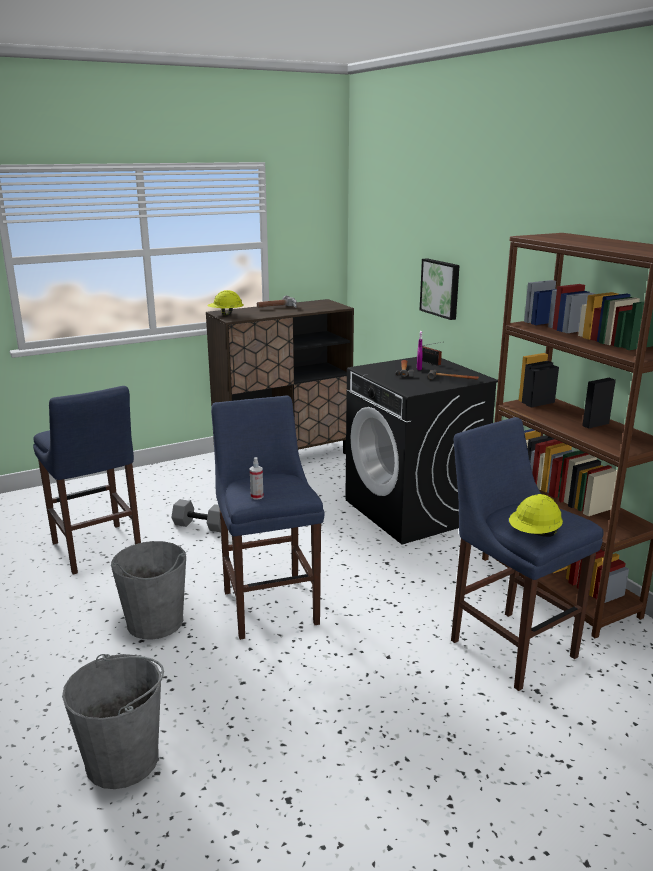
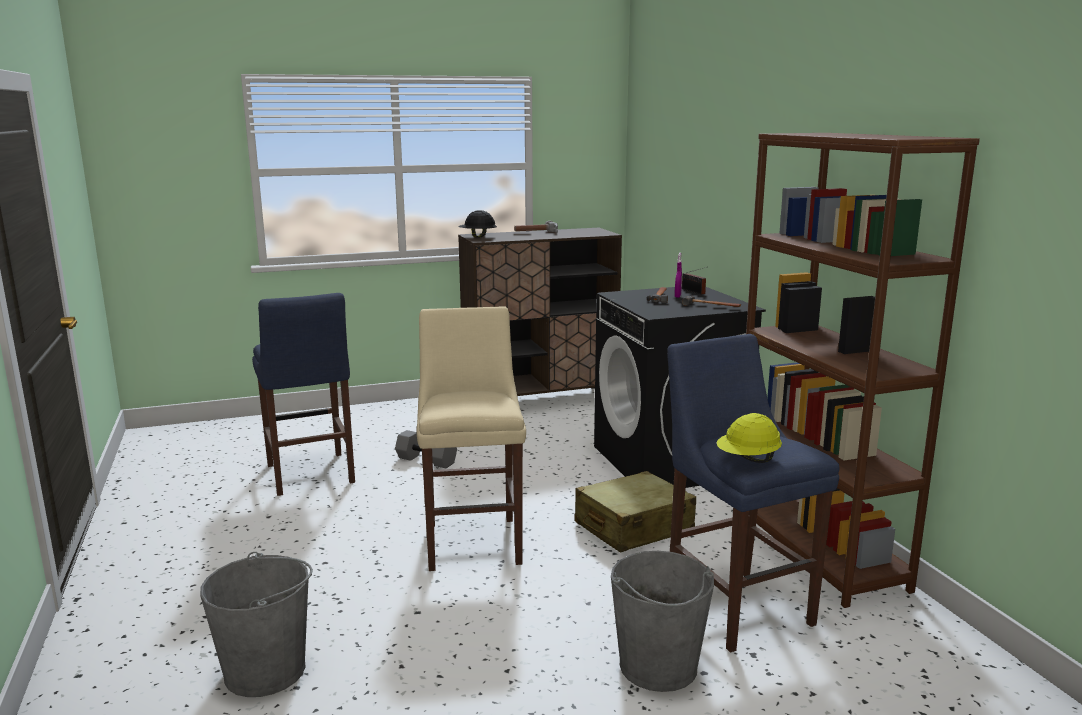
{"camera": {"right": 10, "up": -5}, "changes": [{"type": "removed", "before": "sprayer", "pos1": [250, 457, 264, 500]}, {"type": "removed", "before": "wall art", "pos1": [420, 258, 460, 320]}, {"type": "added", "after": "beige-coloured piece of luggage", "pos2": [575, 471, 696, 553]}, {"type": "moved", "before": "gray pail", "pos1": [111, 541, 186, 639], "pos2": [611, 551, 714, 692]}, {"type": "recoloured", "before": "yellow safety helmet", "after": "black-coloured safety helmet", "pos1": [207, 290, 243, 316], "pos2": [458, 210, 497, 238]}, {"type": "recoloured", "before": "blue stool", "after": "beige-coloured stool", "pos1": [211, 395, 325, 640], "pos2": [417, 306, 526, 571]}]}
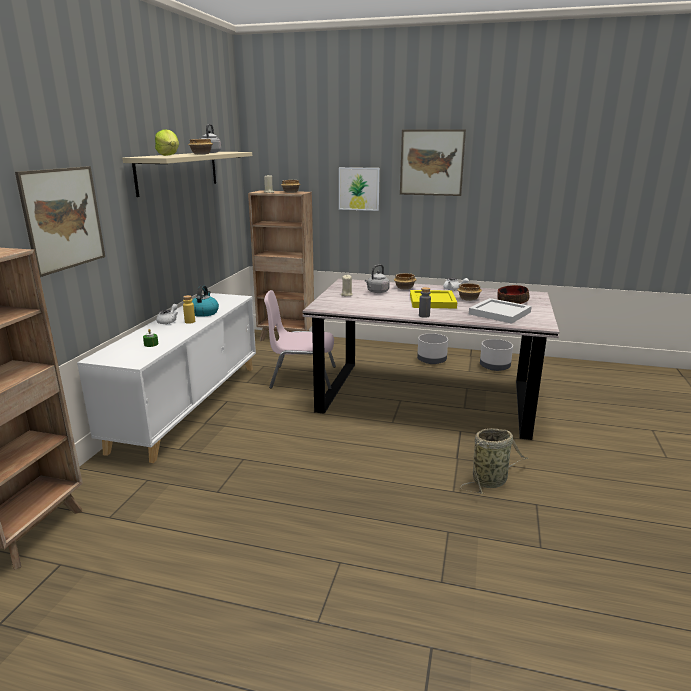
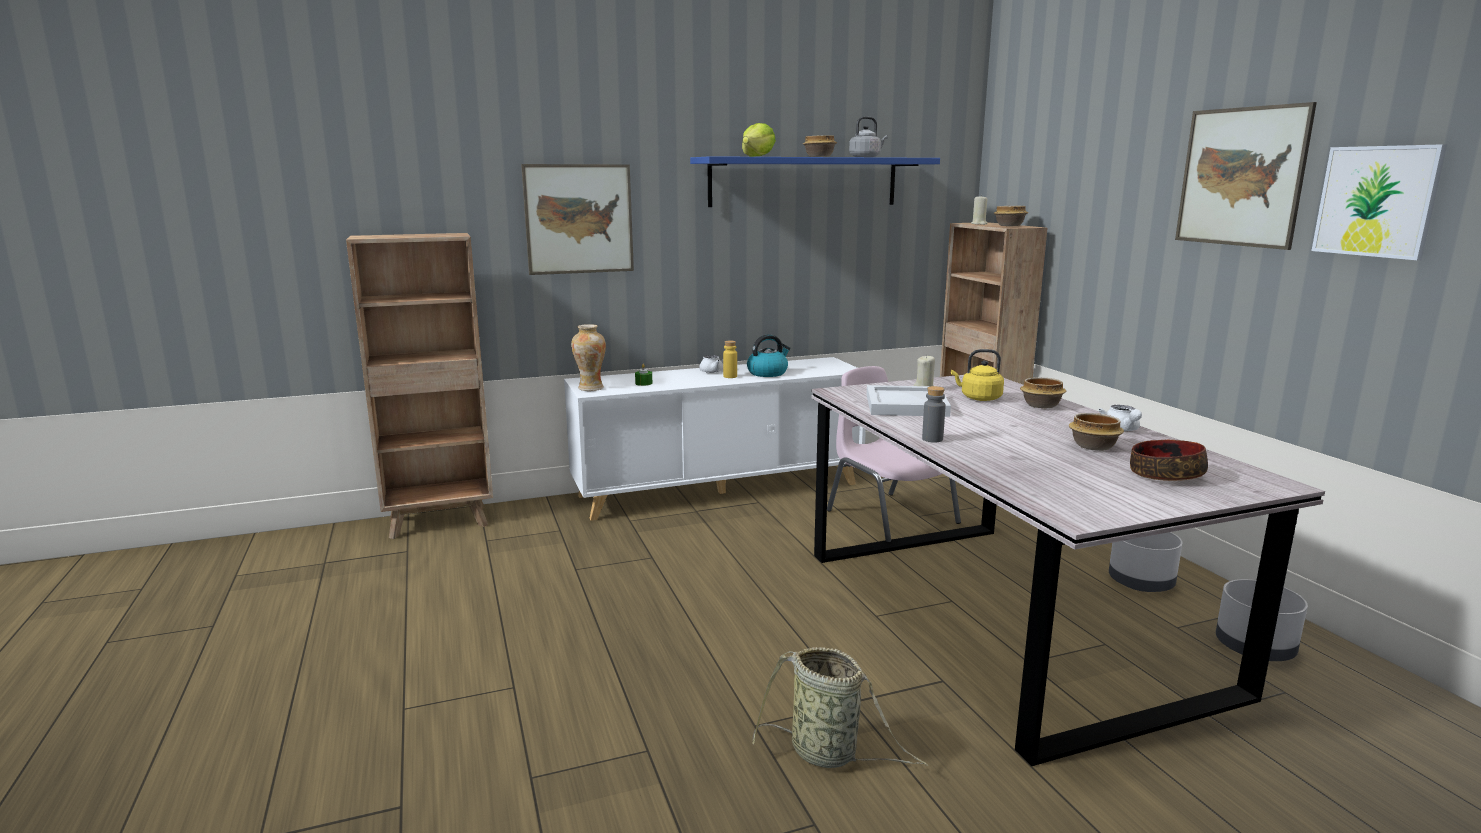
{"camera": {"right": 55, "up": -5}, "changes": [{"type": "removed", "before": "yellow carrying tray", "pos1": [410, 290, 457, 308]}, {"type": "added", "after": "vase", "pos2": [571, 324, 606, 391]}, {"type": "moved", "before": "wall art", "pos1": [339, 167, 380, 211], "pos2": [1312, 144, 1447, 260]}, {"type": "moved", "before": "white carrying tray", "pos1": [469, 298, 532, 324], "pos2": [867, 385, 951, 417]}, {"type": "recoloured", "before": "beige-coloured shelf", "after": "blue shelf", "pos1": [122, 152, 252, 197], "pos2": [690, 156, 940, 207]}, {"type": "recoloured", "before": "gray tea kettle", "after": "yellow tea kettle", "pos1": [365, 264, 390, 293], "pos2": [951, 349, 1004, 401]}]}
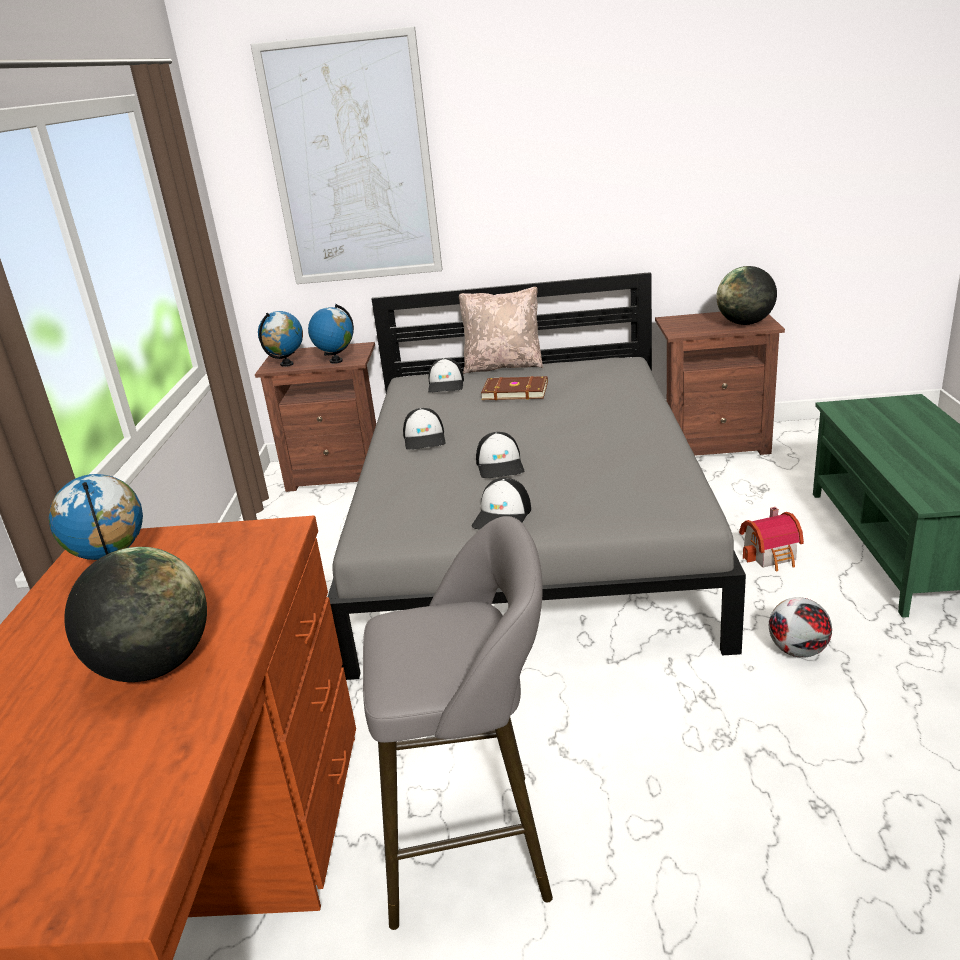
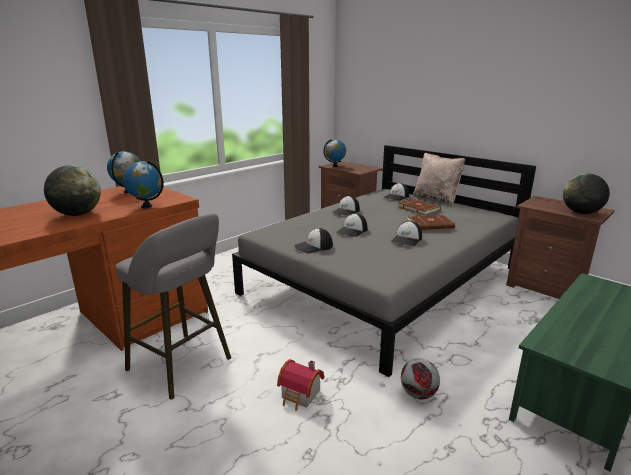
{"camera": {"right": 40, "up": -5}, "changes": [{"type": "removed", "before": "wall art", "pos1": [251, 26, 442, 284]}, {"type": "added", "after": "cap", "pos2": [391, 221, 422, 246]}, {"type": "added", "after": "brownish book", "pos2": [408, 215, 455, 230]}, {"type": "moved", "before": "globe", "pos1": [308, 304, 354, 364], "pos2": [123, 160, 164, 208]}, {"type": "moved", "before": "miniature house", "pos1": [739, 507, 804, 572], "pos2": [277, 359, 325, 411]}]}
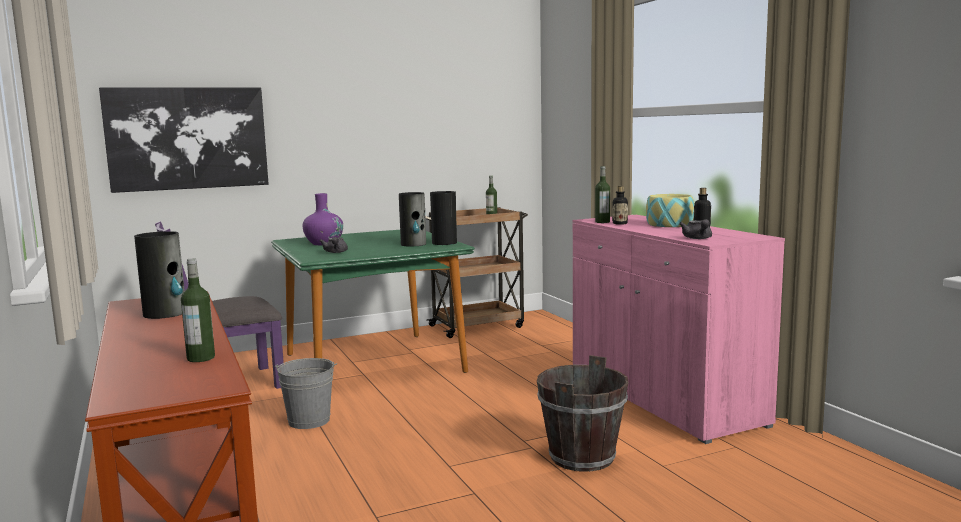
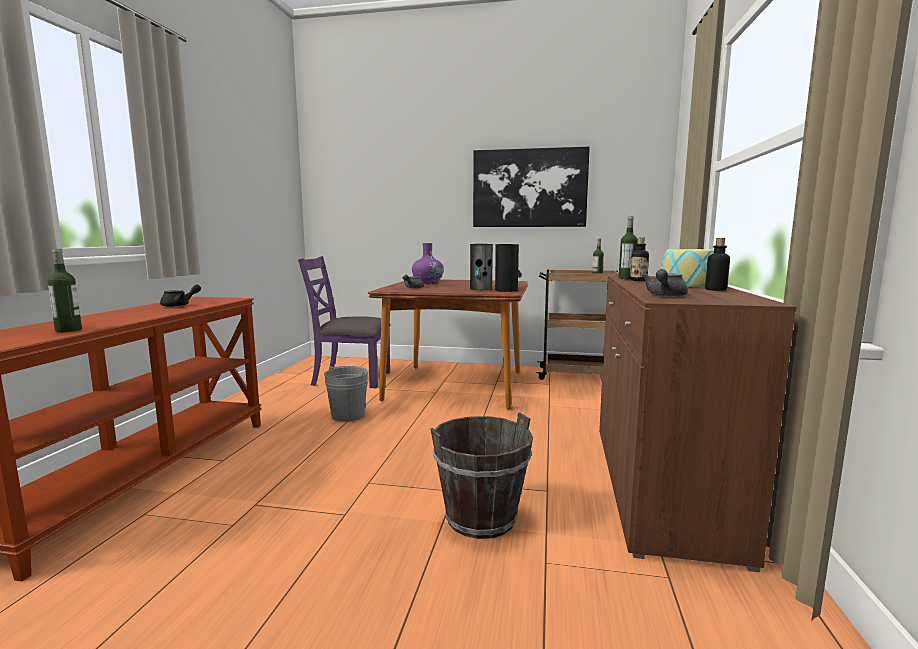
{"camera": {"right": 35, "up": 0}, "changes": [{"type": "moved", "before": "wall art", "pos1": [99, 87, 268, 193], "pos2": [473, 147, 590, 227]}, {"type": "replaced", "before": "vase", "after": "black-coloured pot for tea", "pos1": [134, 231, 184, 319], "pos2": [160, 284, 201, 307]}, {"type": "recoloured", "before": "greenish dinner table", "after": "brownish dinner table", "pos1": [271, 230, 475, 373], "pos2": [368, 279, 528, 410]}, {"type": "recoloured", "before": "pink storage cabinet", "after": "brownish storage cabinet", "pos1": [573, 215, 785, 444], "pos2": [599, 276, 796, 572]}]}
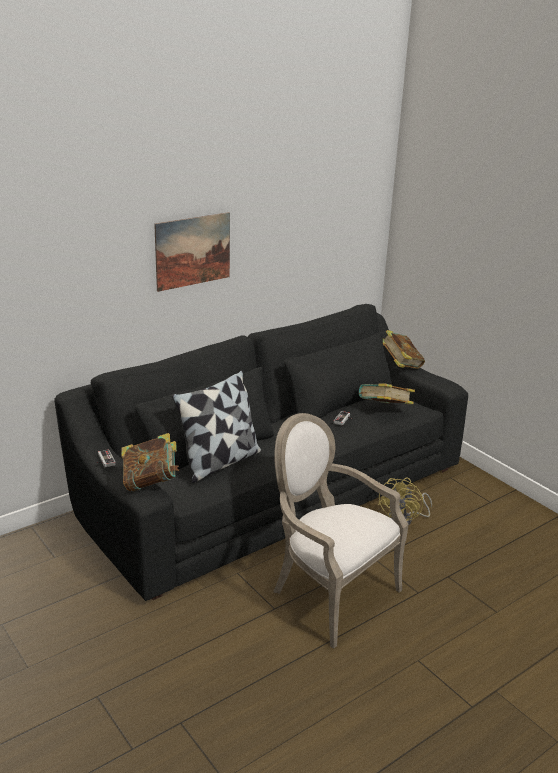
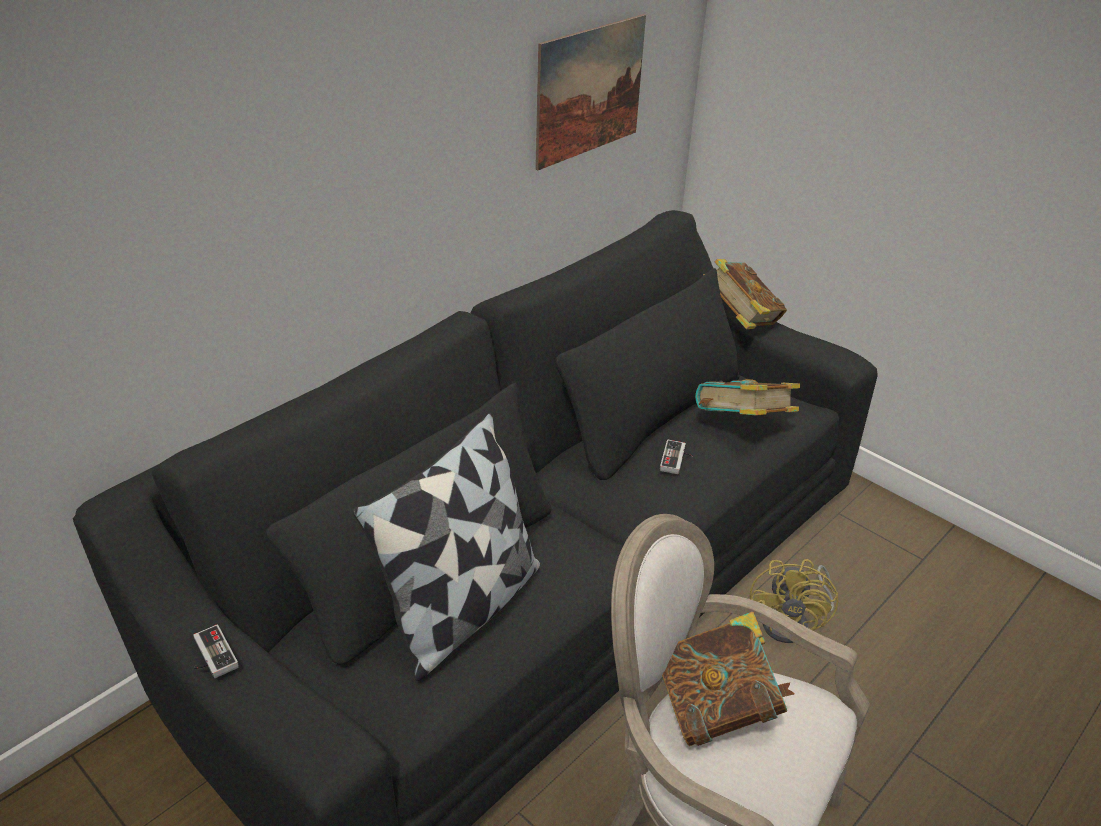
{"camera": {"right": -10, "up": 10}, "changes": [{"type": "moved", "before": "book", "pos1": [121, 433, 180, 491], "pos2": [662, 612, 795, 746]}, {"type": "moved", "before": "wall art", "pos1": [154, 212, 230, 292], "pos2": [535, 14, 646, 170]}]}
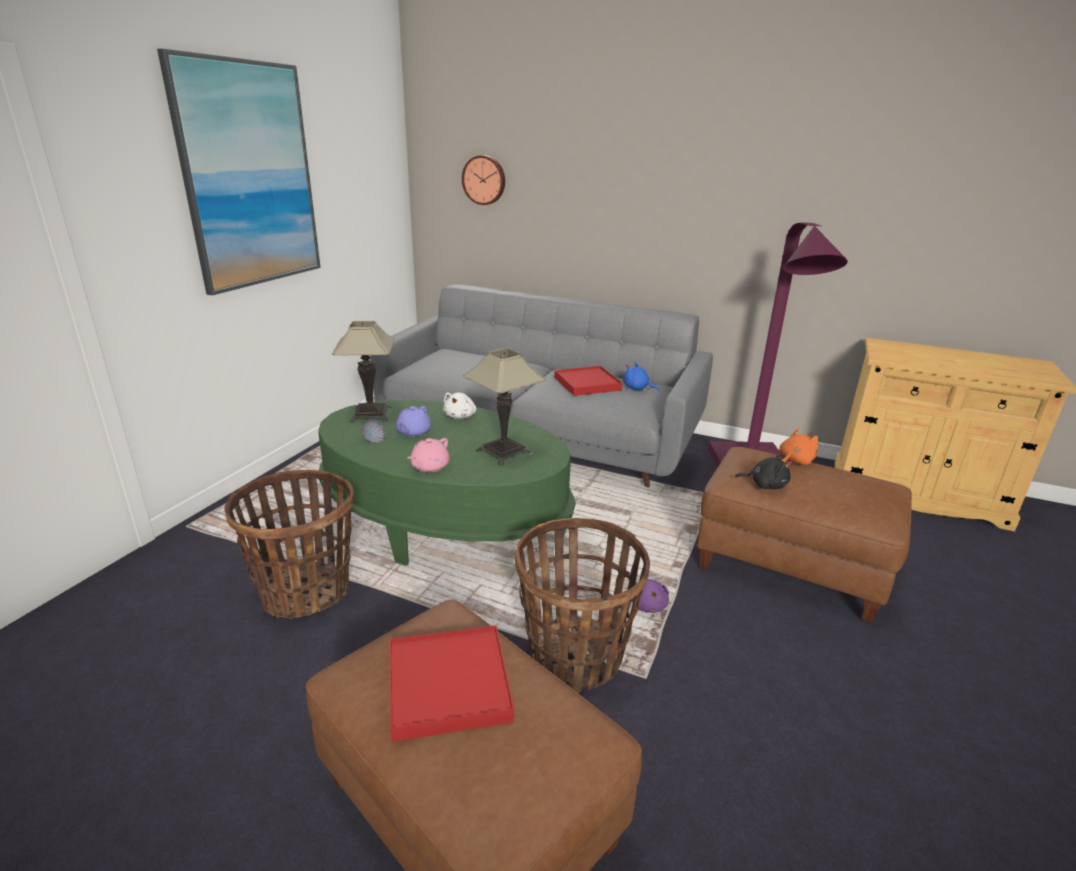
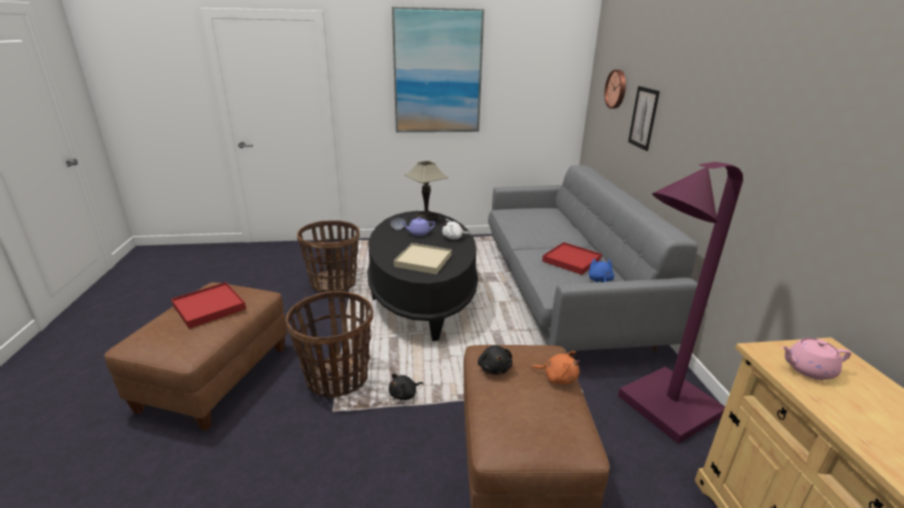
{"camera": {"right": 60, "up": 0}, "changes": [{"type": "added", "after": "wall art", "pos2": [628, 86, 660, 151]}, {"type": "moved", "before": "pink pot for tea", "pos1": [408, 438, 449, 472], "pos2": [782, 338, 851, 380]}, {"type": "replaced", "before": "lamp for a table", "after": "beige-coloured carrying tray", "pos1": [463, 348, 546, 466], "pos2": [394, 243, 452, 274]}, {"type": "recoloured", "before": "greenish low table", "after": "black-coloured low table", "pos1": [318, 400, 576, 566], "pos2": [367, 211, 478, 341]}, {"type": "recoloured", "before": "purplish soft toy", "after": "black-coloured soft toy", "pos1": [631, 579, 669, 613], "pos2": [389, 374, 424, 400]}]}
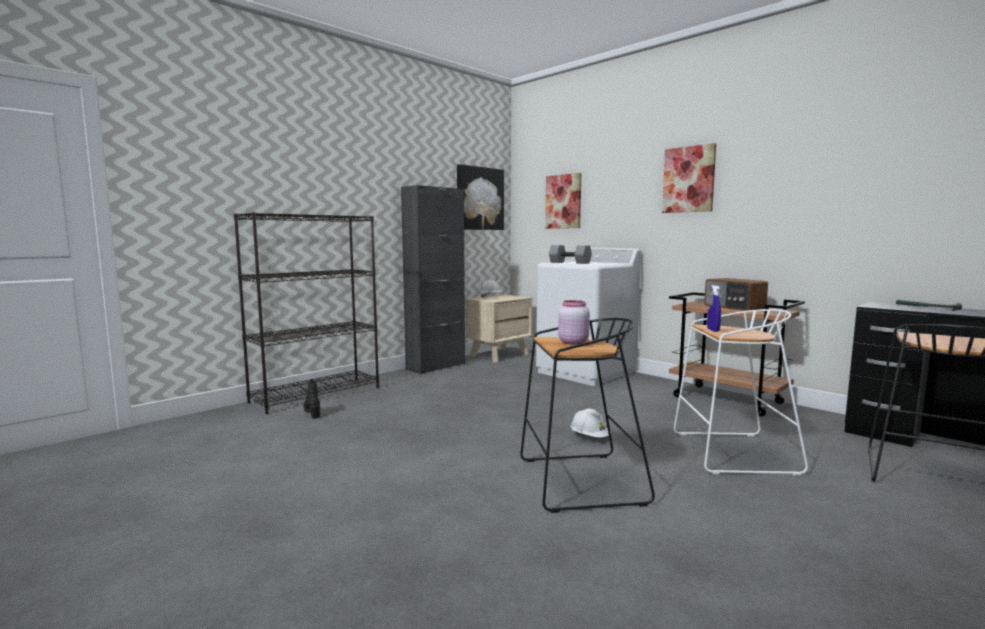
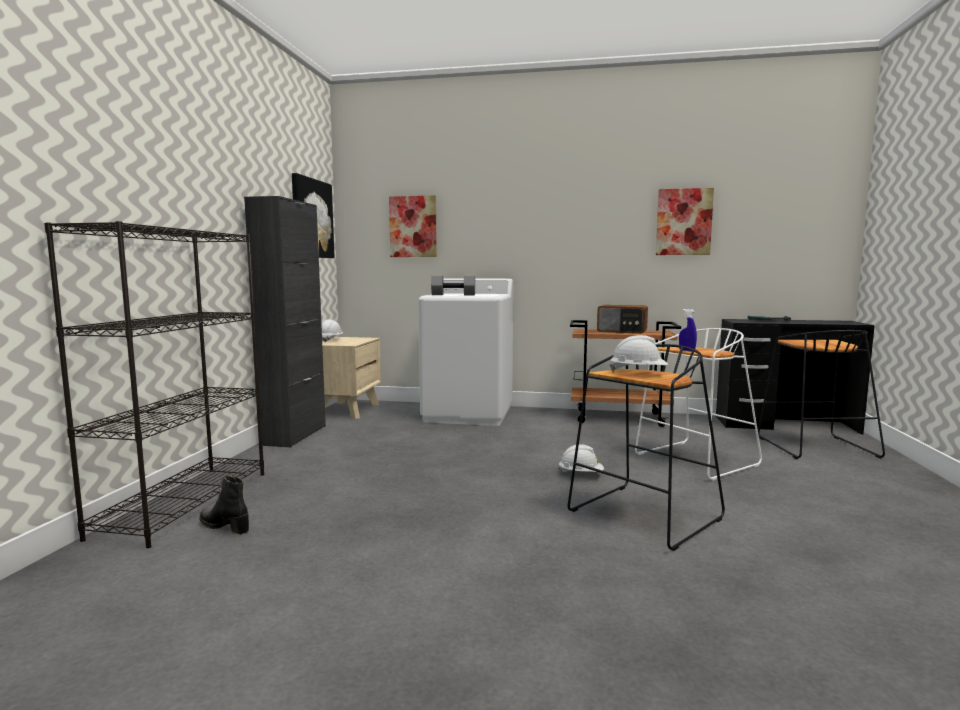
{"camera": {"right": -35, "up": 0}, "changes": [{"type": "moved", "before": "wall art", "pos1": [662, 143, 716, 213], "pos2": [656, 188, 714, 255]}, {"type": "replaced", "before": "pink storage jar", "after": "white safety helmet", "pos1": [558, 300, 590, 345], "pos2": [610, 335, 668, 372]}]}
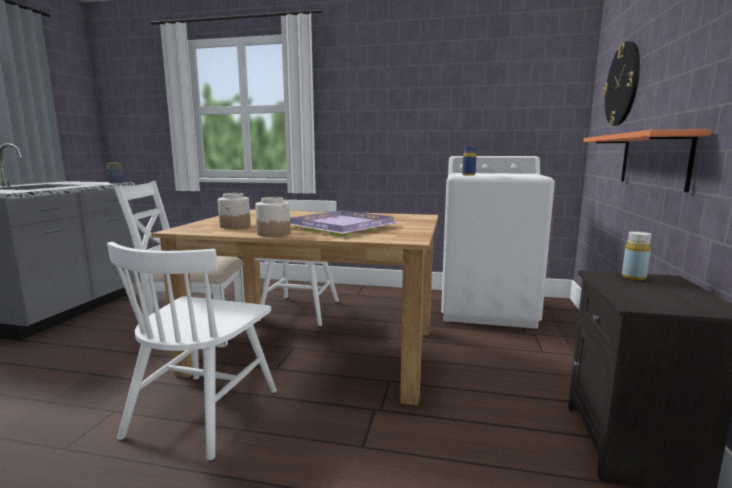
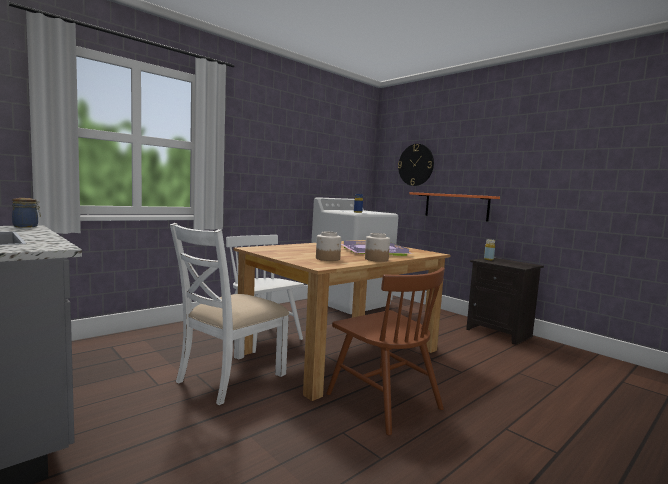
{"camera": {"right": -55, "up": -5}, "changes": [{"type": "recoloured", "before": "white chair", "after": "brownish chair", "pos1": [107, 242, 277, 460], "pos2": [326, 267, 445, 435]}]}
